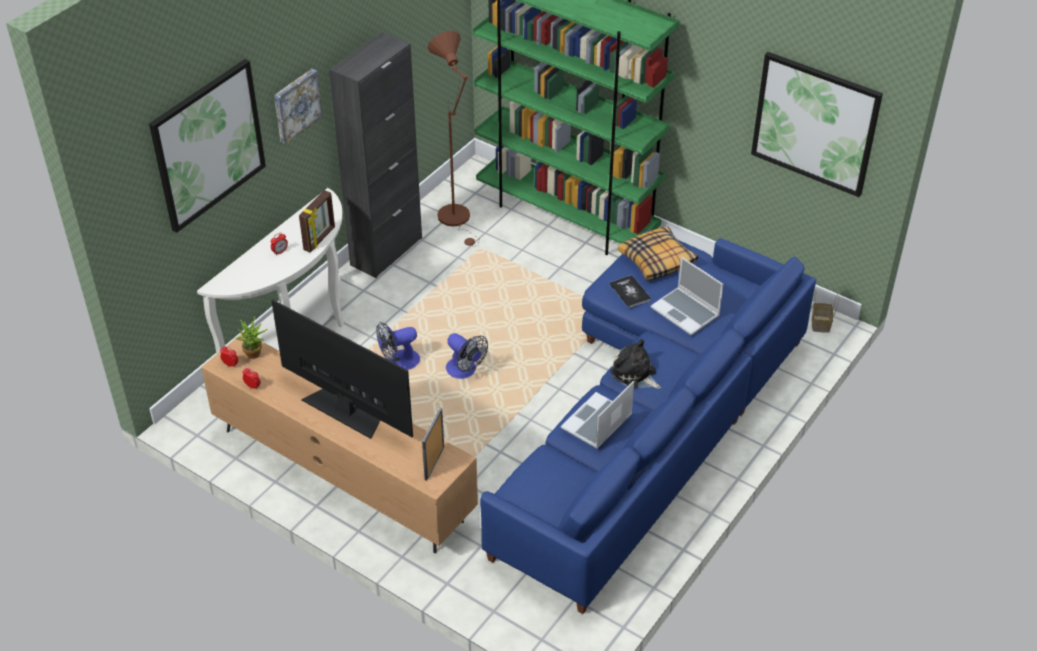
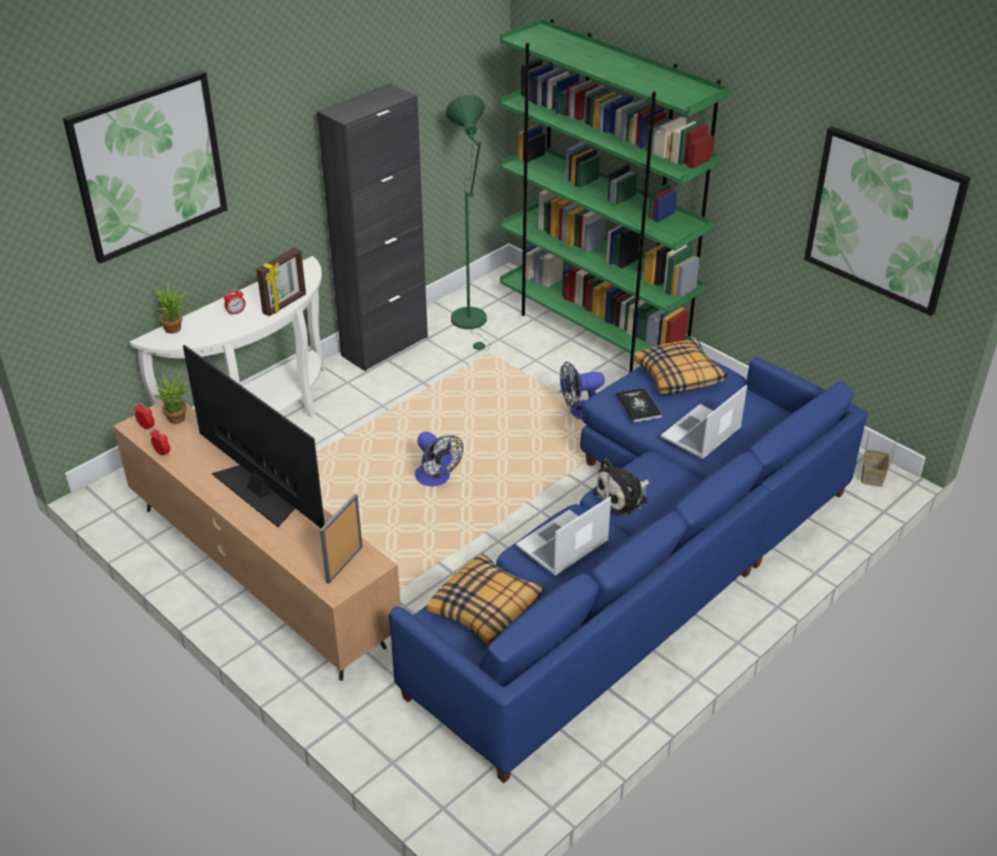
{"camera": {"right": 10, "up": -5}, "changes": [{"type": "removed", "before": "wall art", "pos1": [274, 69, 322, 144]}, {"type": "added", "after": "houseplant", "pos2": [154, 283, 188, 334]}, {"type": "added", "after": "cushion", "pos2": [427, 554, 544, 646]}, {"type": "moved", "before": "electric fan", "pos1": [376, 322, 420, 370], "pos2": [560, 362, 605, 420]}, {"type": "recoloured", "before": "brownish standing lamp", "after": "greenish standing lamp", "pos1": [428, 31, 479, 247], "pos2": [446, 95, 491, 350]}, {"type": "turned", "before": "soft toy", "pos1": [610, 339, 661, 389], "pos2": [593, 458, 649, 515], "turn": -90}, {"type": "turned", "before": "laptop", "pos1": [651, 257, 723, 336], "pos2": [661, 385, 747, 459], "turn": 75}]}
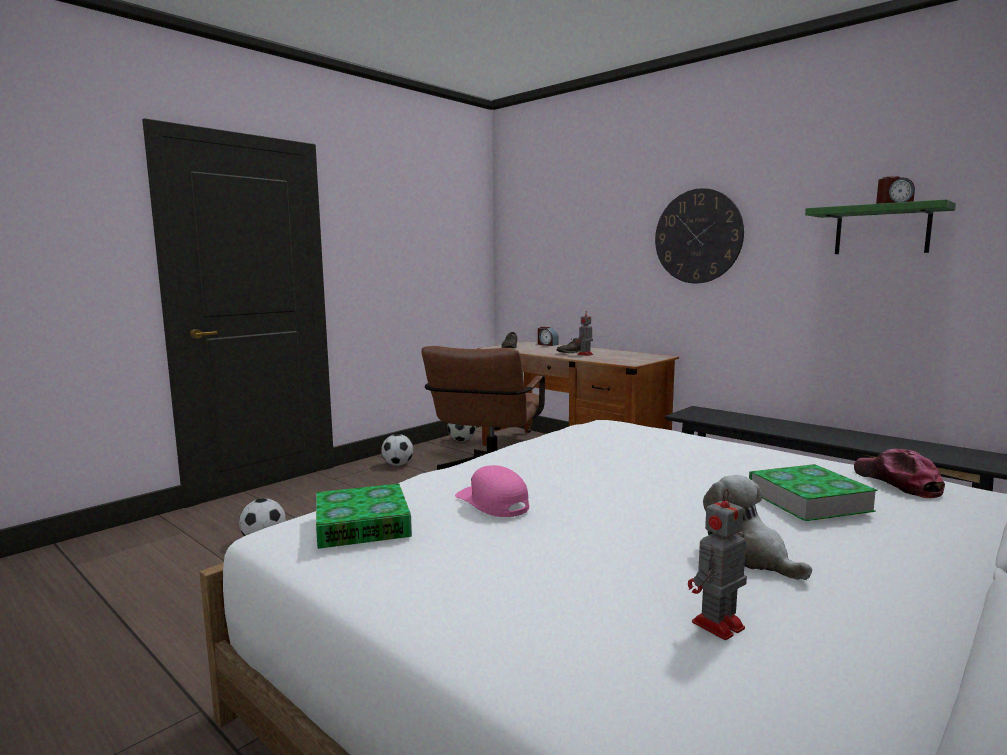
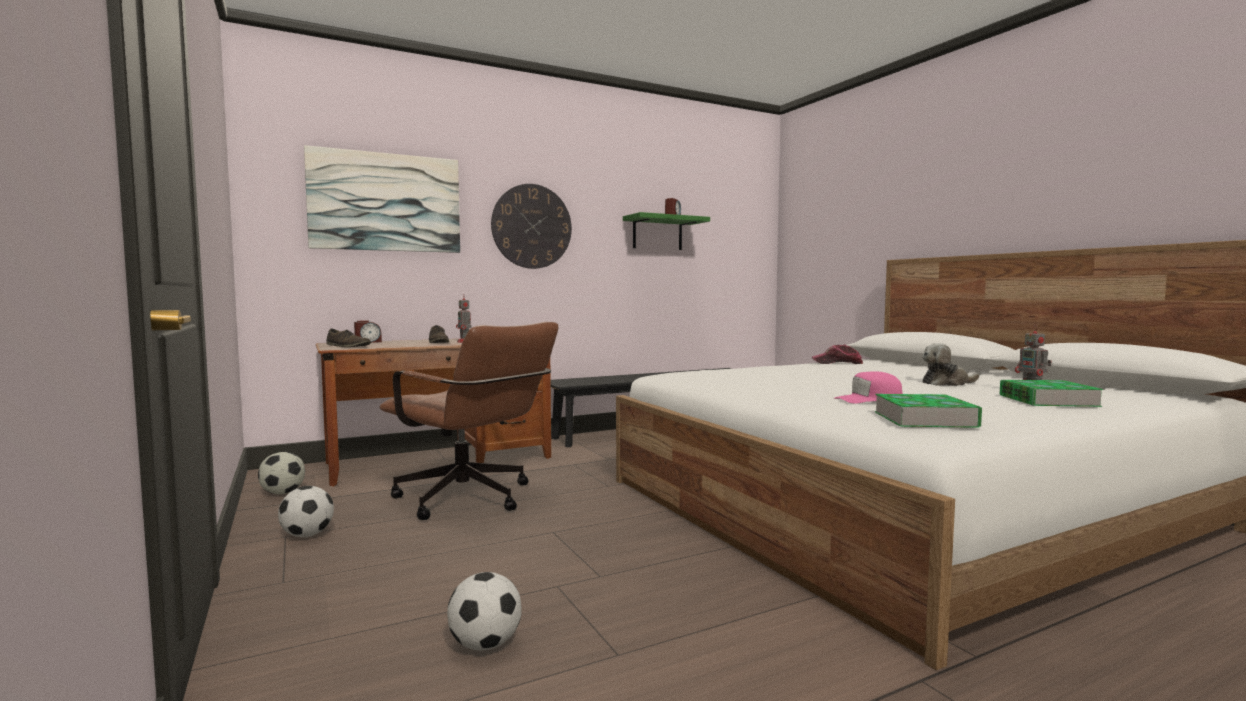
{"camera": {"right": -70, "up": -5}, "changes": [{"type": "added", "after": "wall art", "pos2": [304, 145, 460, 253]}, {"type": "moved", "before": "book", "pos1": [749, 464, 878, 521], "pos2": [999, 380, 1103, 407]}]}
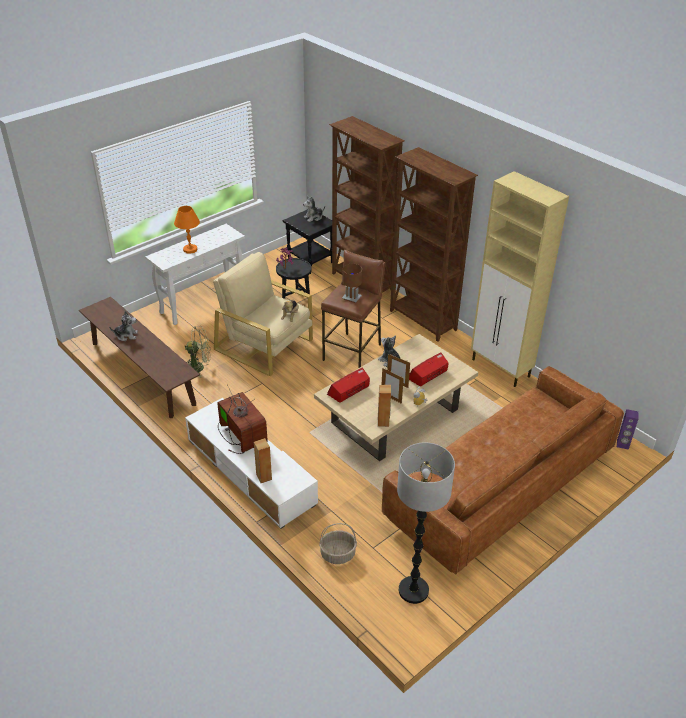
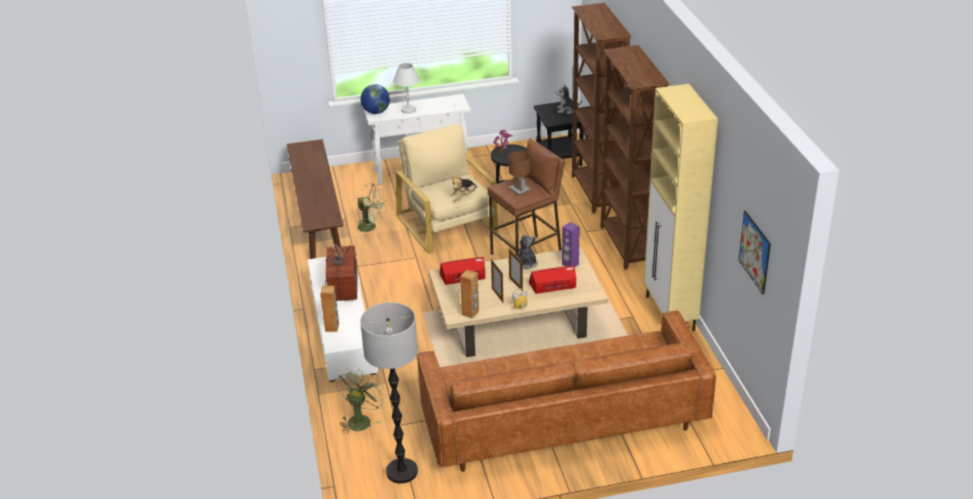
{"camera": {"right": 30, "up": -5}, "changes": [{"type": "removed", "before": "soft toy", "pos1": [109, 311, 138, 341]}, {"type": "added", "after": "globe", "pos2": [360, 84, 390, 114]}, {"type": "added", "after": "wall art", "pos2": [738, 211, 771, 295]}, {"type": "moved", "before": "purplish loudspeaker", "pos1": [617, 409, 639, 450], "pos2": [562, 222, 579, 267]}, {"type": "replaced", "before": "basket", "after": "greenish electric fan", "pos1": [319, 523, 357, 564], "pos2": [336, 368, 386, 434]}, {"type": "recoloured", "before": "orange lamp for a table", "after": "white lamp for a table", "pos1": [174, 206, 200, 254], "pos2": [393, 63, 420, 114]}]}
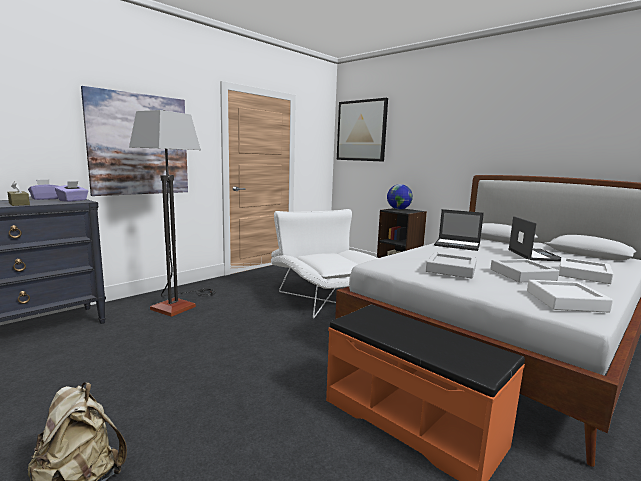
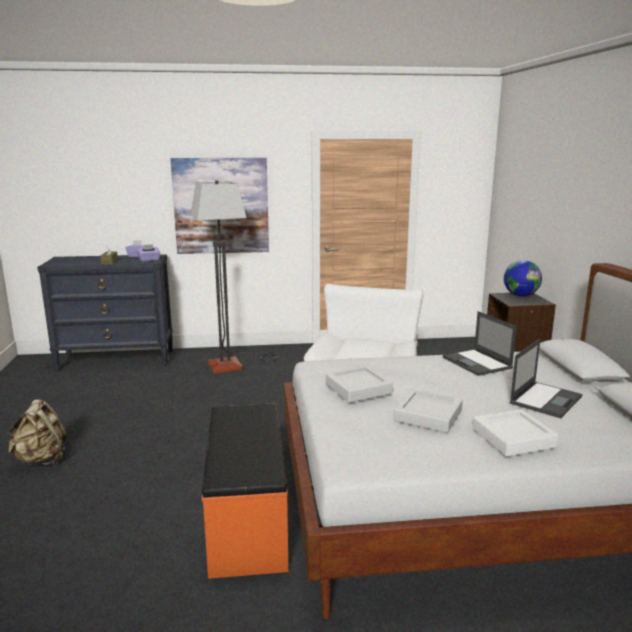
{"camera": {"right": 40, "up": 5}, "changes": [{"type": "removed", "before": "wall art", "pos1": [337, 98, 388, 162]}, {"type": "removed", "before": "white carrying tray", "pos1": [527, 280, 613, 312]}]}
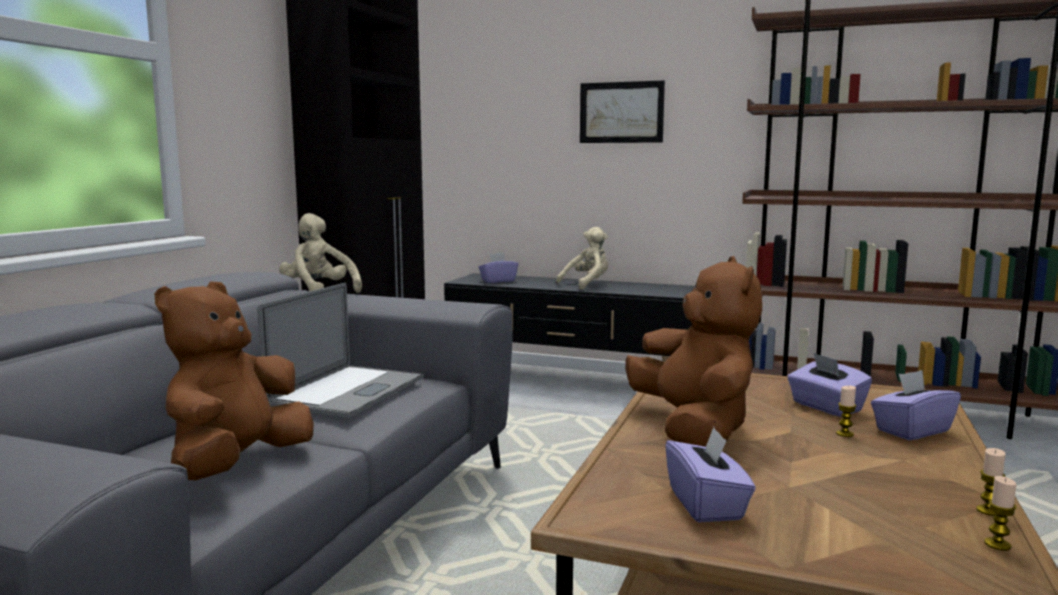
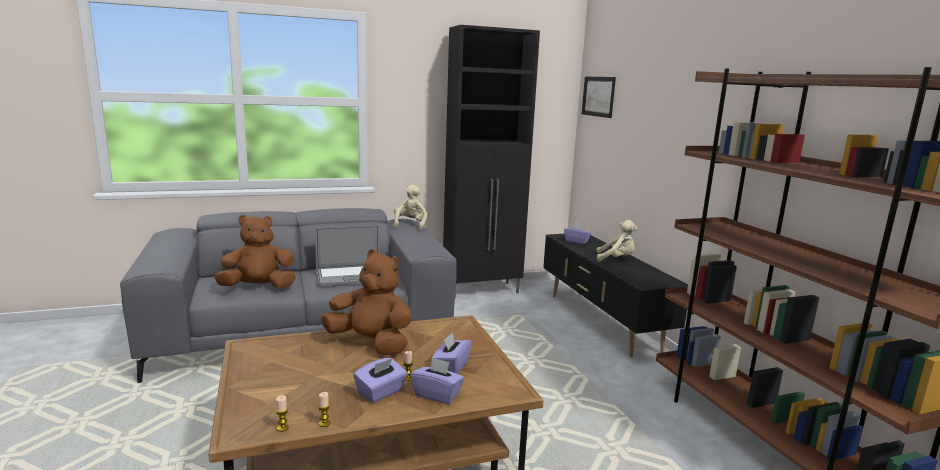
{"camera": {"right": 50, "up": 5}, "changes": [{"type": "moved", "before": "wall art", "pos1": [580, 80, 665, 143], "pos2": [582, 77, 616, 118]}, {"type": "moved", "before": "purplish box of tissues", "pos1": [665, 427, 756, 523], "pos2": [353, 358, 408, 403]}, {"type": "turned", "before": "brownish soft toy", "pos1": [625, 256, 762, 447], "pos2": [321, 249, 412, 355], "turn": -105}]}
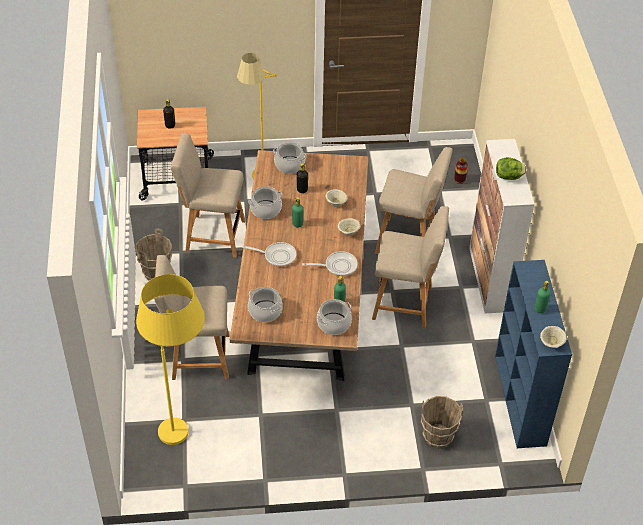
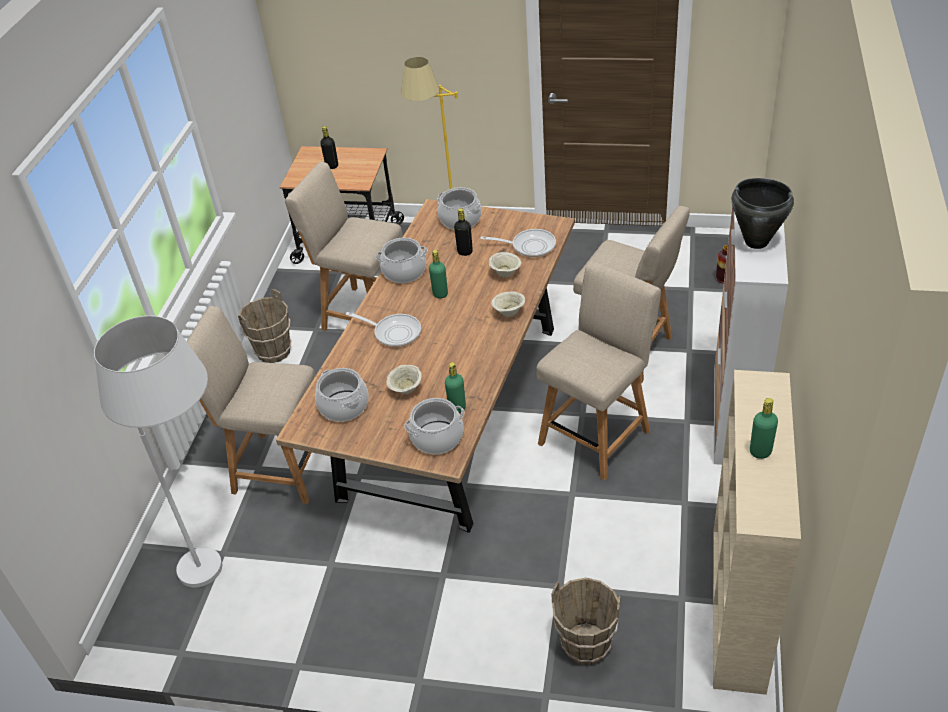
{"camera": {"right": 20, "up": -5}, "changes": [{"type": "moved", "before": "pan", "pos1": [302, 251, 358, 276], "pos2": [480, 229, 556, 257]}, {"type": "moved", "before": "beige-coloured deep dish", "pos1": [540, 326, 567, 348], "pos2": [386, 365, 422, 394]}, {"type": "replaced", "before": "head of lettuce", "after": "black-coloured cooking pot", "pos1": [496, 157, 526, 180], "pos2": [732, 178, 794, 249]}, {"type": "recoloured", "before": "yellow standing lamp", "after": "white standing lamp", "pos1": [136, 274, 205, 445], "pos2": [94, 316, 222, 587]}, {"type": "recoloured", "before": "blue bookcase", "after": "beige-coloured bookcase", "pos1": [495, 260, 572, 448], "pos2": [713, 370, 801, 695]}, {"type": "turned", "before": "beige-coloured chair", "pos1": [372, 206, 449, 327], "pos2": [536, 261, 661, 481], "turn": -75}]}
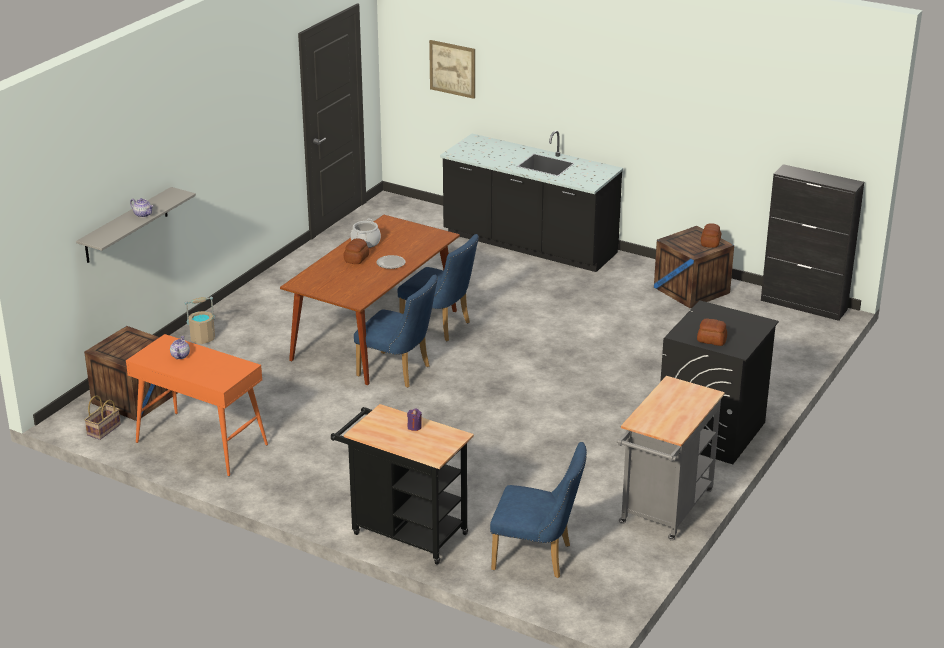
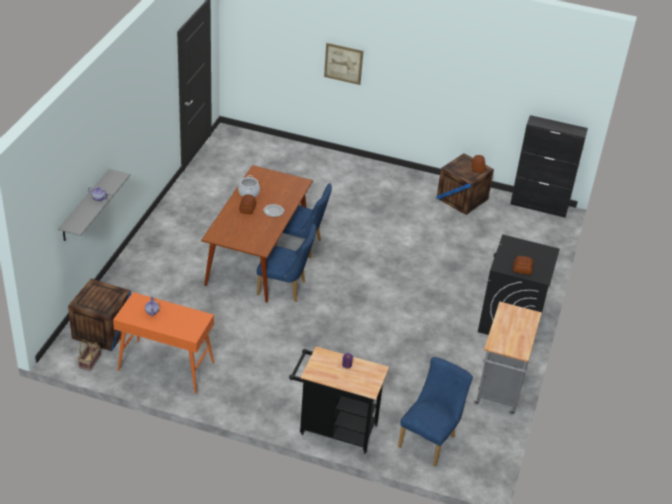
{"camera": {"right": -15, "up": 10}, "changes": [{"type": "removed", "before": "beige-coloured pail", "pos1": [185, 297, 215, 344]}, {"type": "removed", "before": "black-coloured kitchen base unit", "pos1": [440, 130, 623, 272]}, {"type": "moved", "before": "wall art", "pos1": [429, 40, 475, 99], "pos2": [324, 43, 363, 85]}, {"type": "turned", "before": "blue chair", "pos1": [490, 442, 587, 578], "pos2": [398, 357, 473, 467], "turn": -60}]}
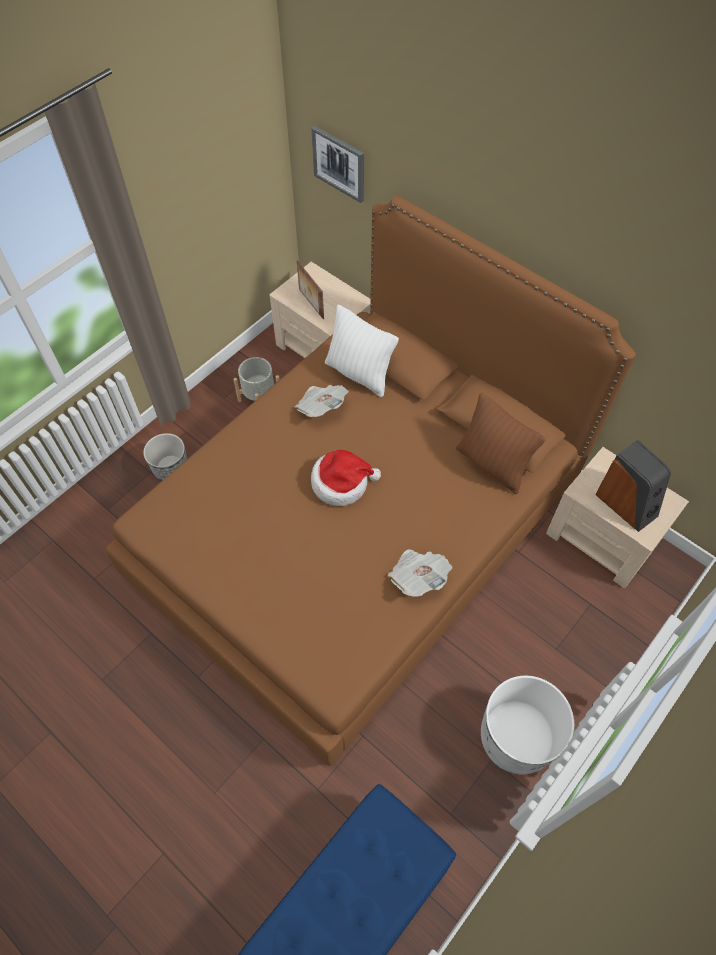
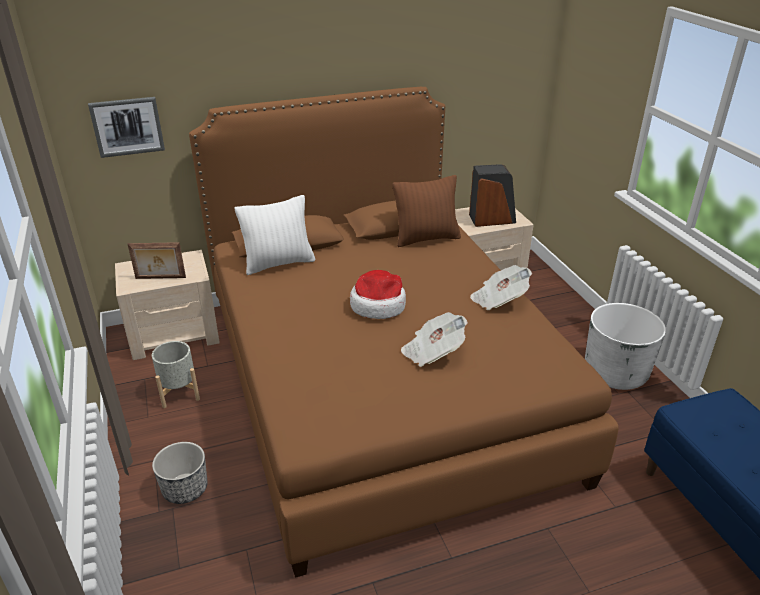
{"camera": {"right": -60, "up": -25}, "changes": [{"type": "moved", "before": "newspaper", "pos1": [295, 385, 348, 417], "pos2": [401, 312, 468, 367]}]}
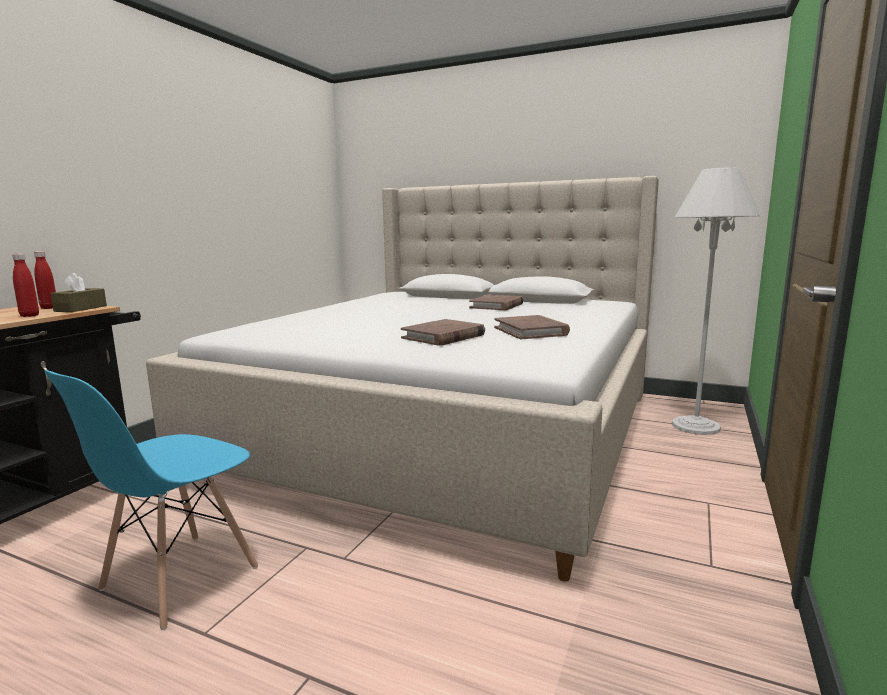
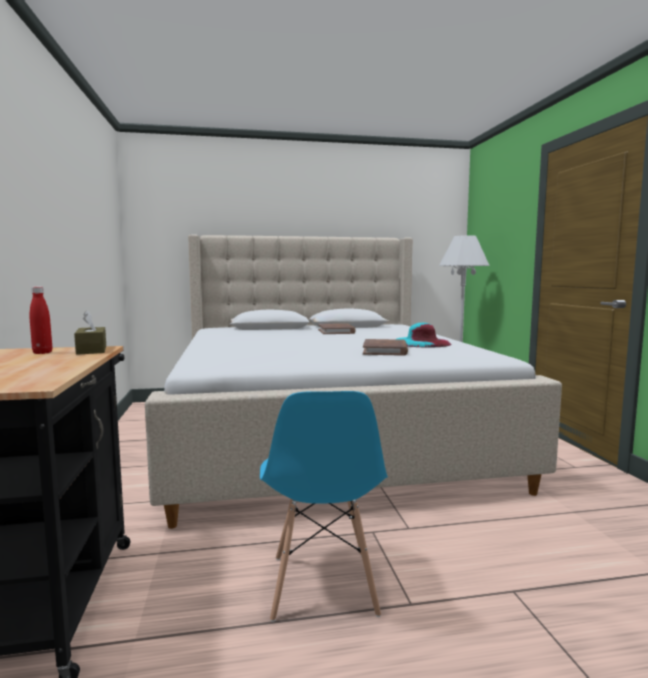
{"camera": {"right": -35, "up": -5}, "changes": [{"type": "removed", "before": "red-coloured drink bottle", "pos1": [12, 254, 39, 317]}, {"type": "replaced", "before": "brownish book", "after": "turquoise wearable hat", "pos1": [494, 315, 570, 339], "pos2": [396, 323, 451, 347]}]}
